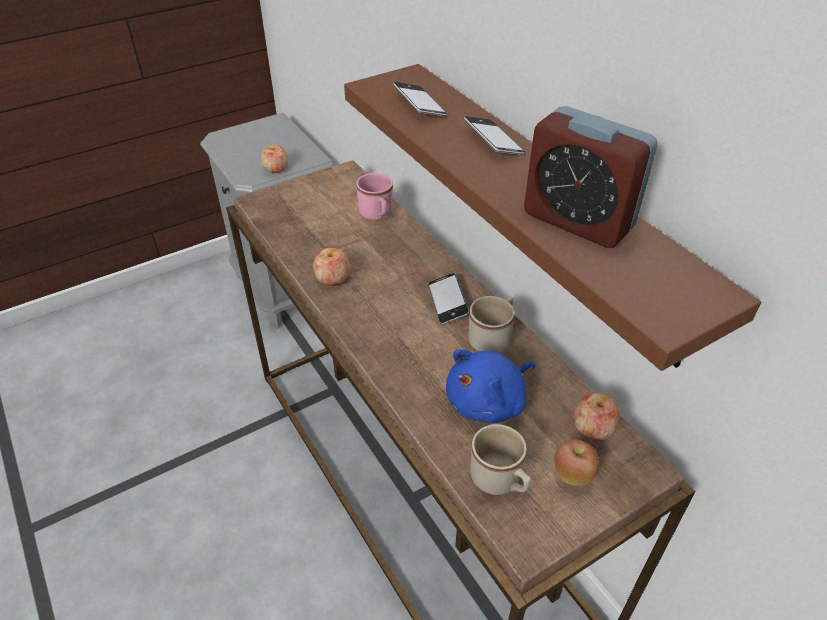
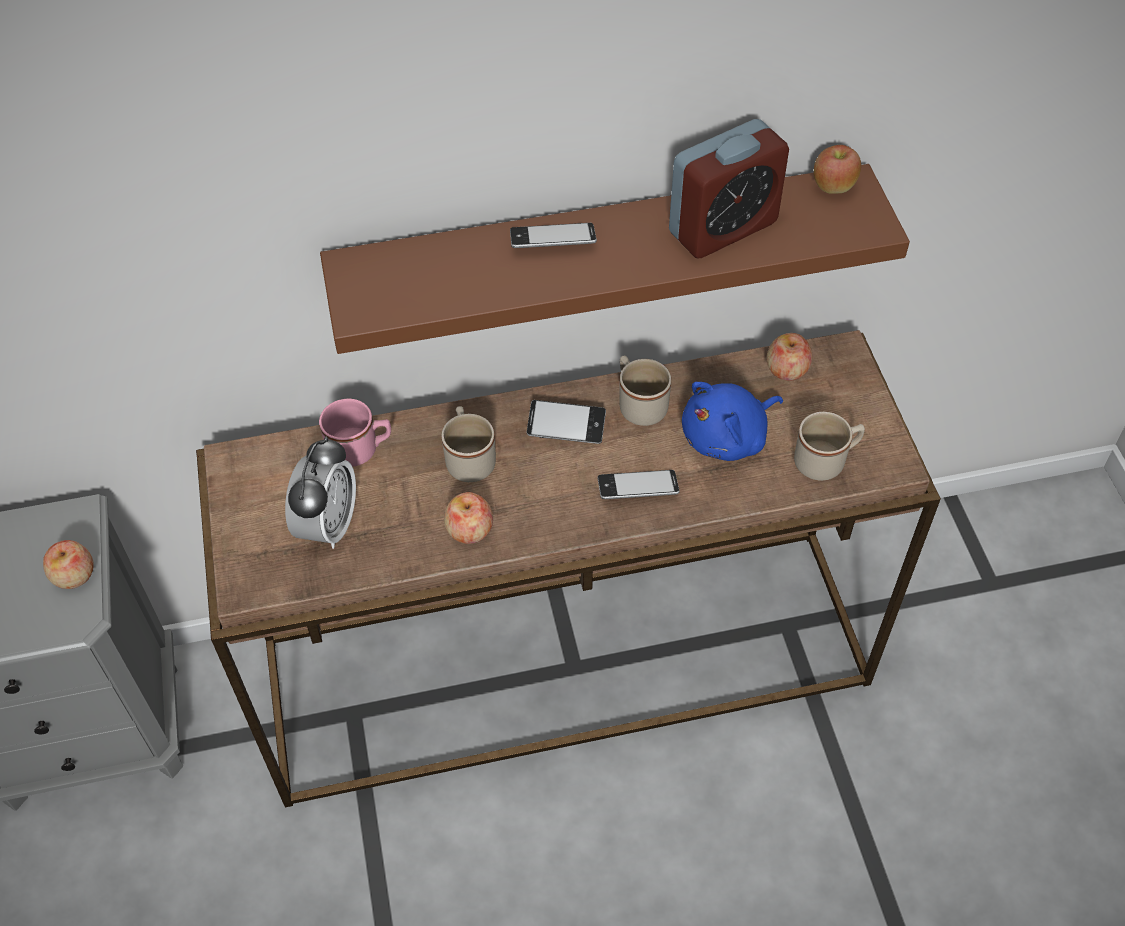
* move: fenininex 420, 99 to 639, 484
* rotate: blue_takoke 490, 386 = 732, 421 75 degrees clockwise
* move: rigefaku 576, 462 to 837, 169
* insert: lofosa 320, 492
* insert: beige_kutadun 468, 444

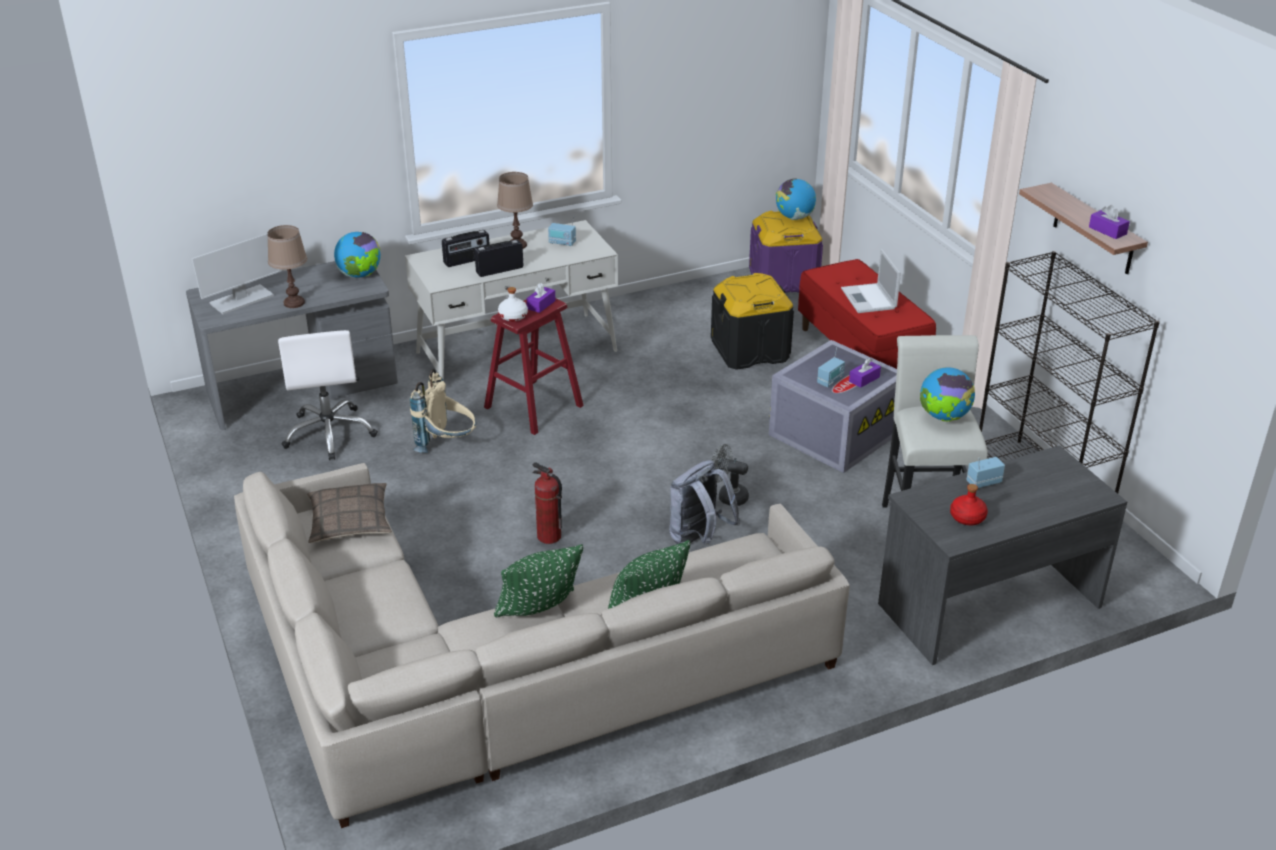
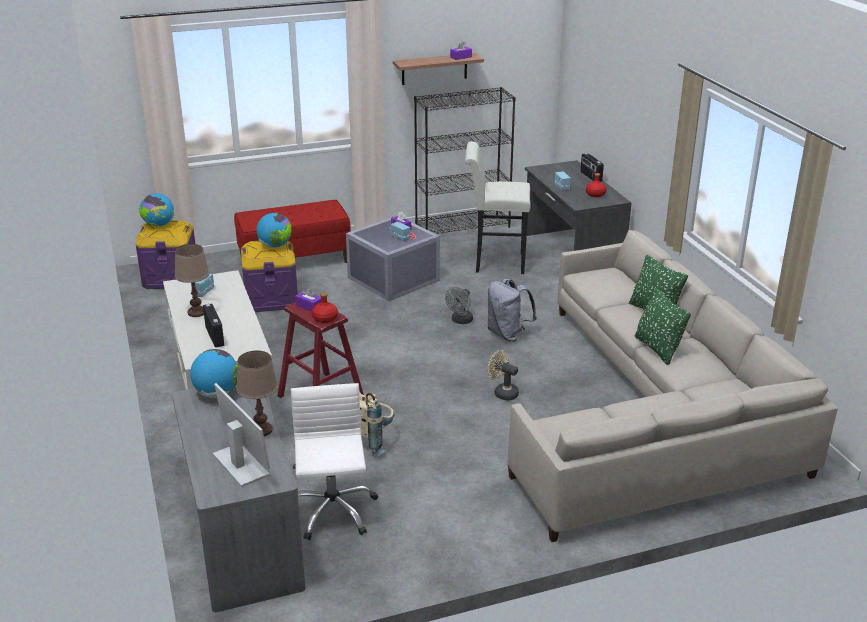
* rotate: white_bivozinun 328, 395 = 334, 461 90 degrees counterclockwise
* delete: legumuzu 349, 513
* move: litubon 498, 258 to 592, 167
* recolor: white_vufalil 513, 304 to red_vufalil 325, 308
* replace: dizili 547, 503 to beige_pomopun 503, 375
* recolor: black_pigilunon 752, 321 to purple_pigilunon 269, 276
* delete: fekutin 871, 281
* move: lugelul 947, 394 to 274, 230

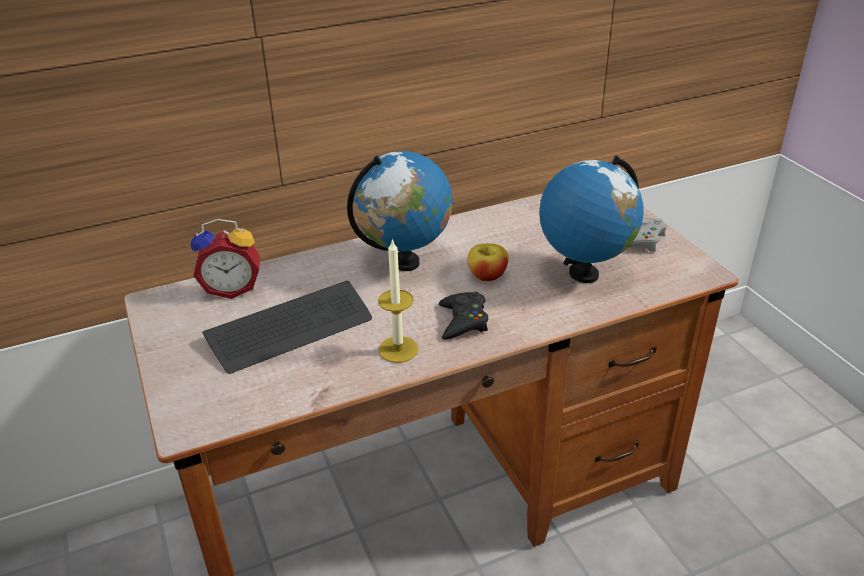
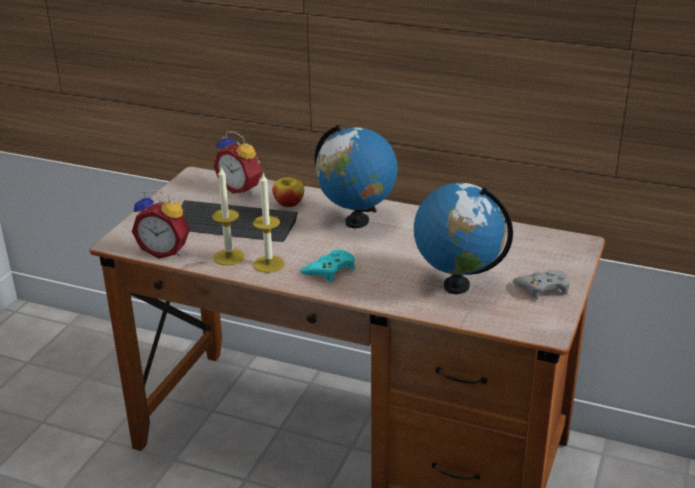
* recolor: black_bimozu 463, 315 to turquoise_bimozu 327, 266
* move: rigefaku 488, 262 to 288, 192
* insert: lofosa 161, 224
* insert: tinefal 228, 216

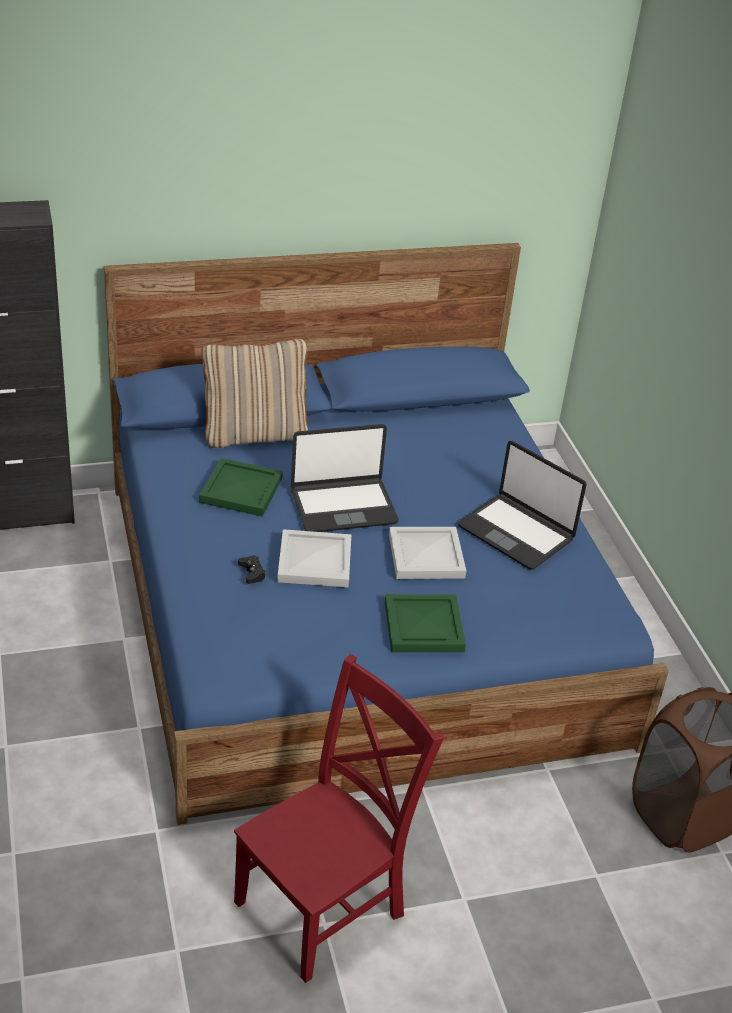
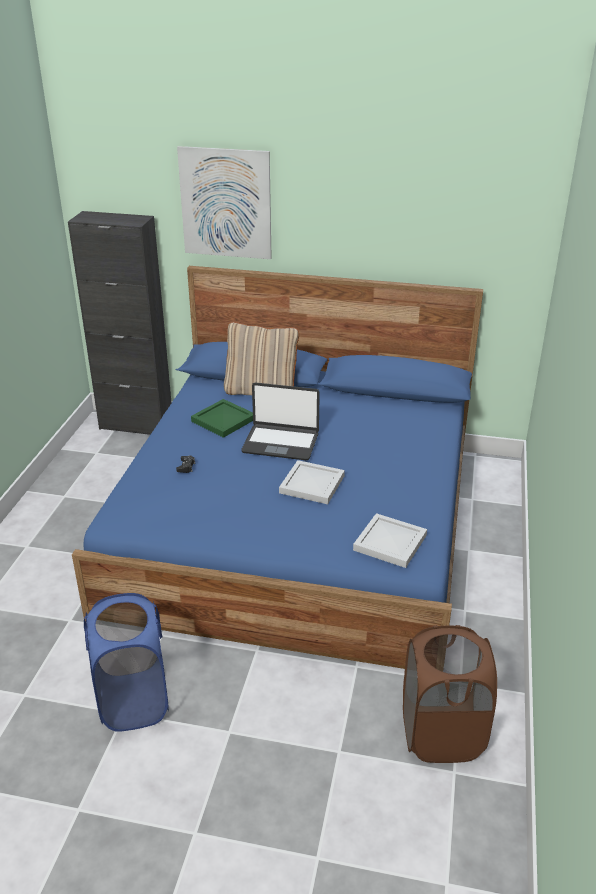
* replace: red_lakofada 339, 818 to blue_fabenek 126, 662
* move: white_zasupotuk 314, 558 to 390, 540
* delete: green_zasupotuk 425, 623
* delete: fekutin 522, 505
* insert: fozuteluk 224, 202

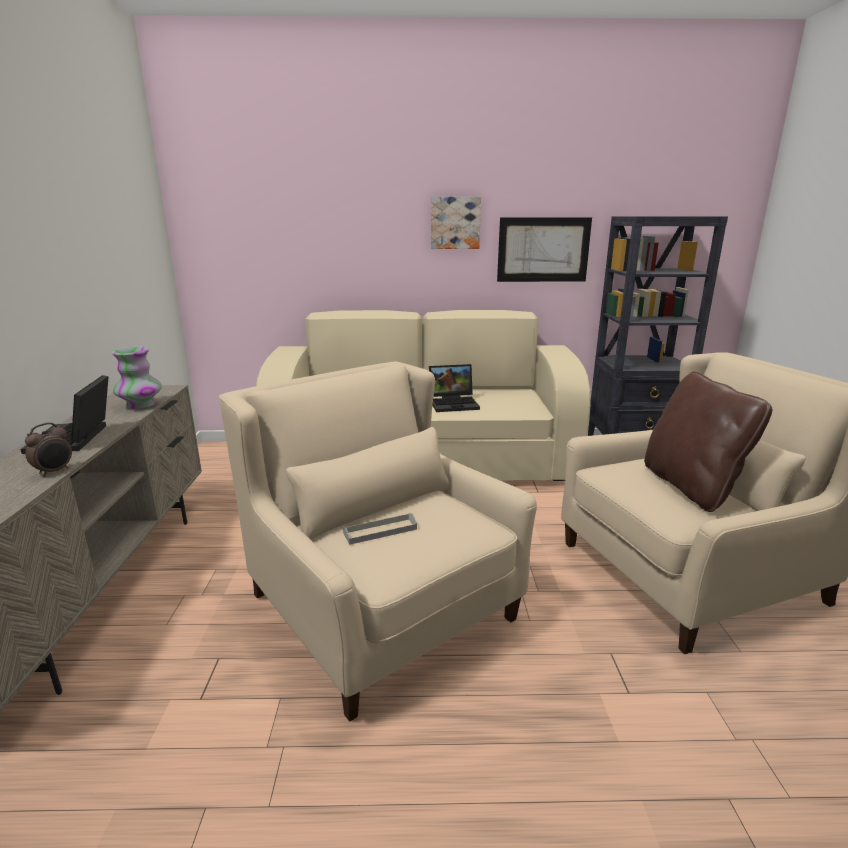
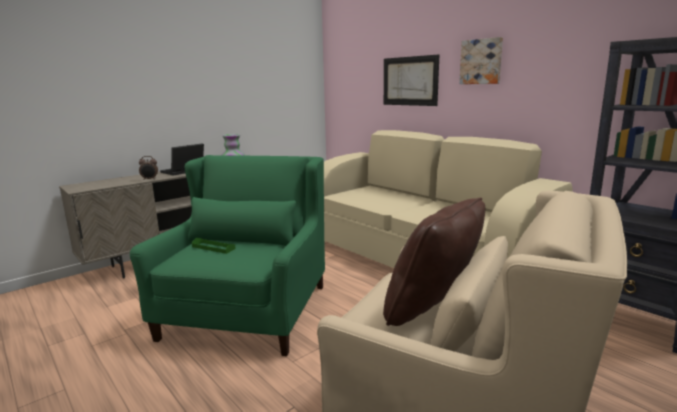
* recolor: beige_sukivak 378, 542 to green_sukivak 227, 255
* recolor: grey_zasupotuk 380, 529 to green_zasupotuk 214, 246
* delete: fekutin 454, 388
* move: fozuteluk 544, 249 to 411, 80

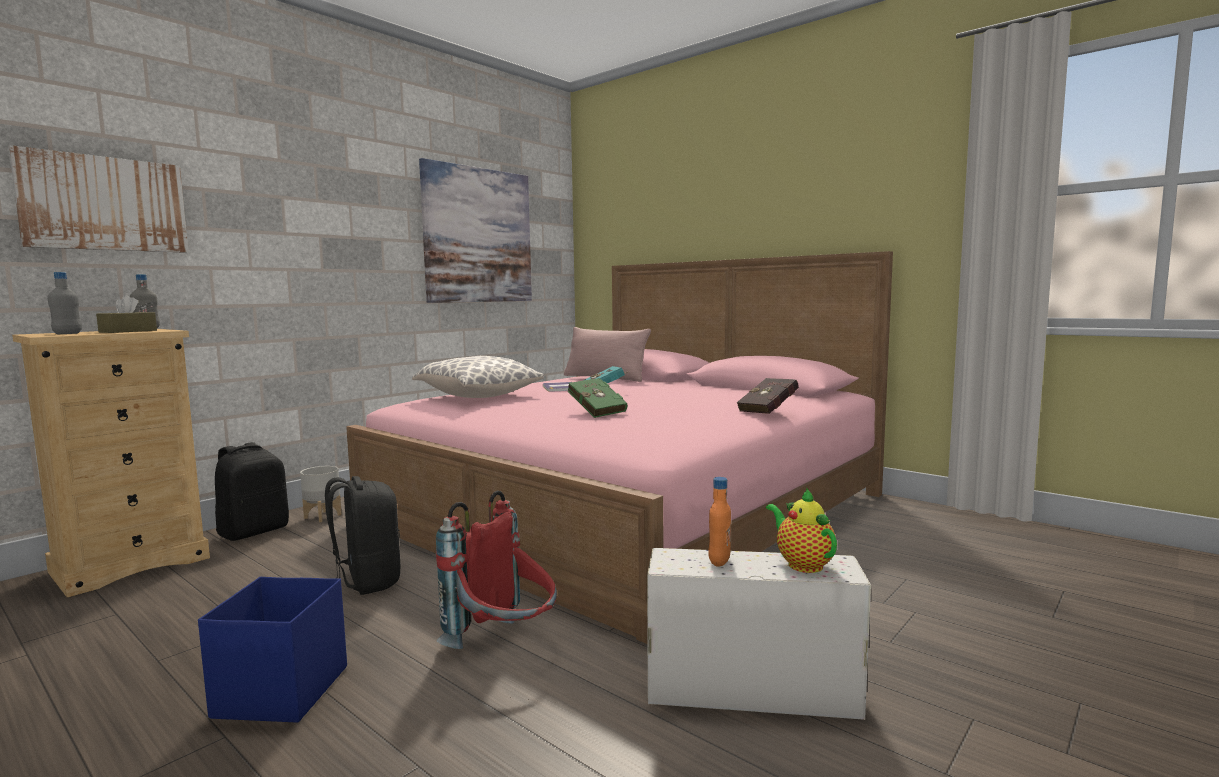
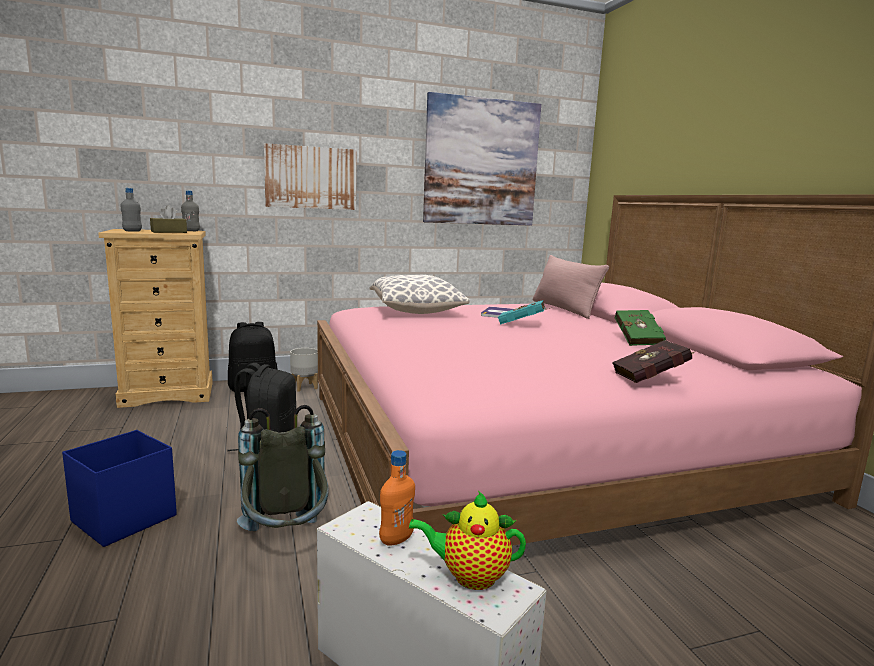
* move: fozuteluk 98, 199 to 310, 176
* recolor: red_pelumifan 496, 569 to grey_pelumifan 283, 468
* move: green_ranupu 598, 398 to 640, 328
* rotate: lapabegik 801, 530 = 467, 540 90 degrees counterclockwise

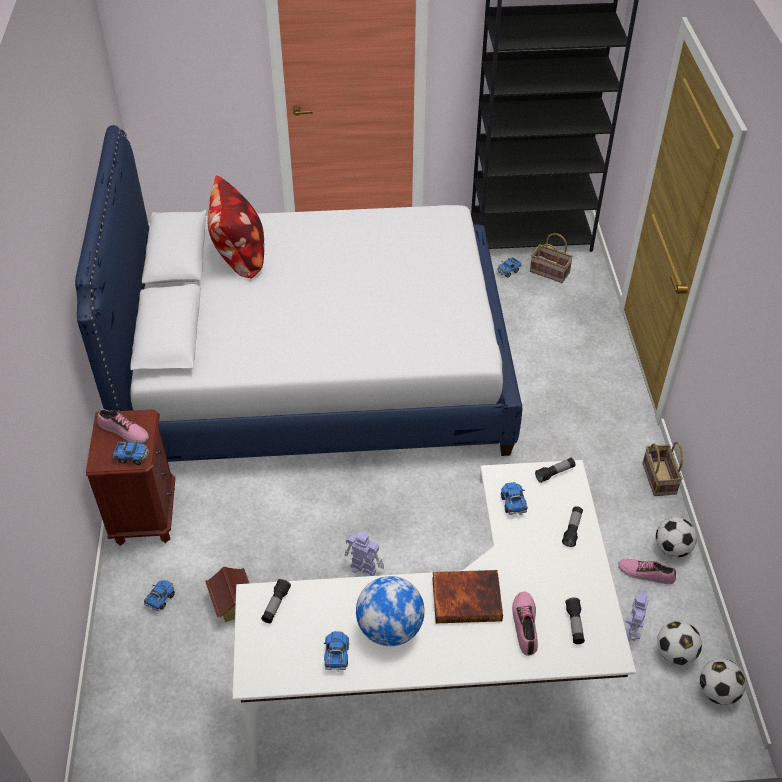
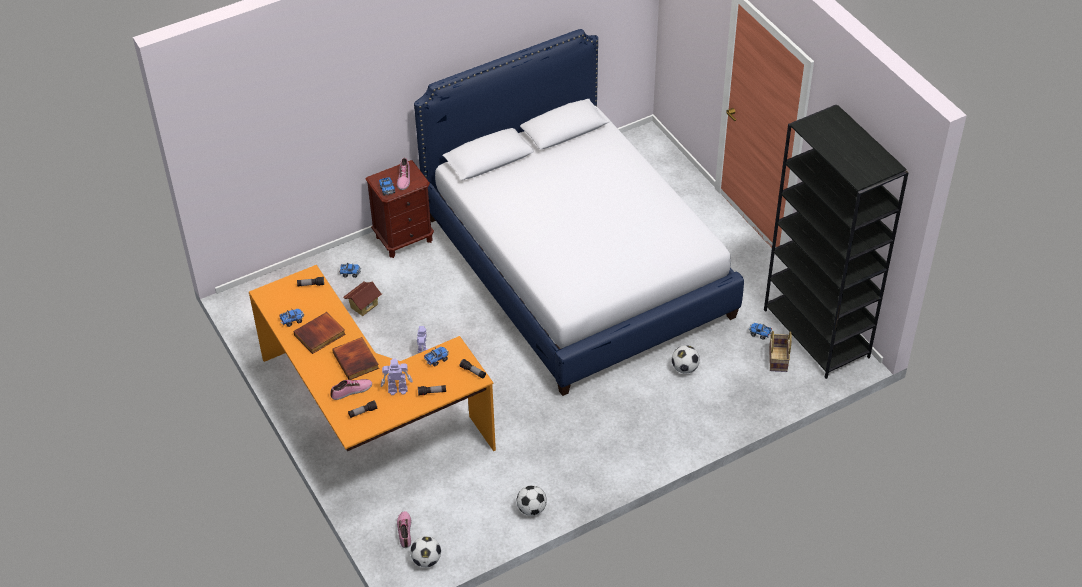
* delete: legumuzu 235, 227
* recolor: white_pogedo 434, 618 to orange_pogedo 372, 358
* replace: lugelul 390, 611 to ranupu 320, 333
* move: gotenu 647, 571 to 404, 529
* move: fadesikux 637, 616 to 397, 377
* delete: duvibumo 662, 469
* move: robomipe 679, 643 to 686, 359

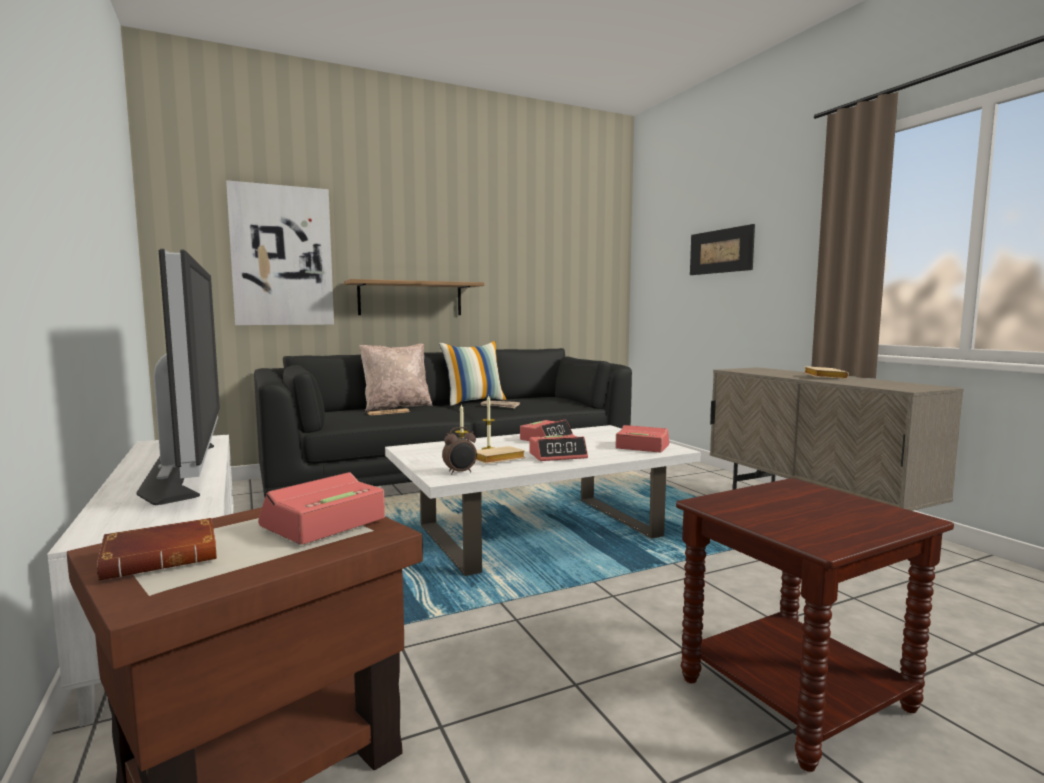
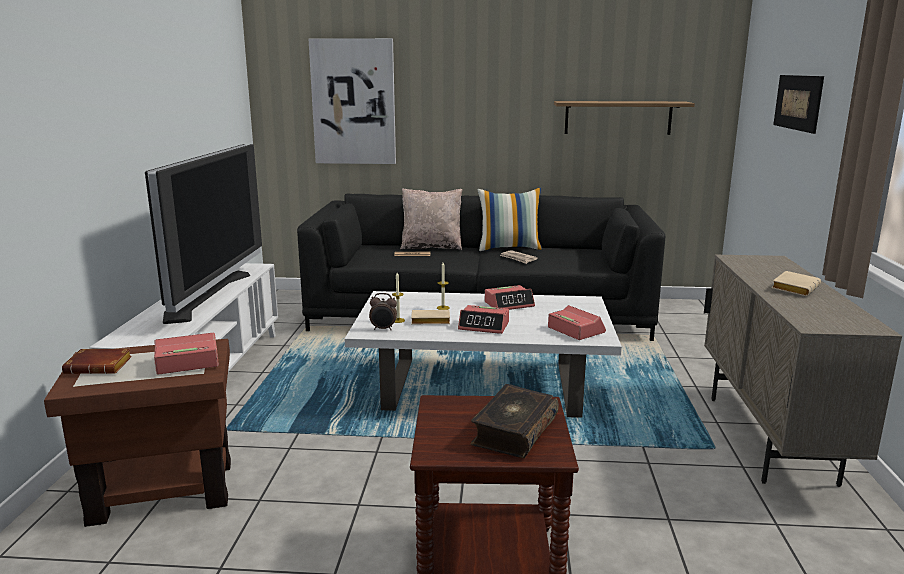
* move: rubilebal 414, 297 to 624, 118
* insert: ranupu 514, 421

